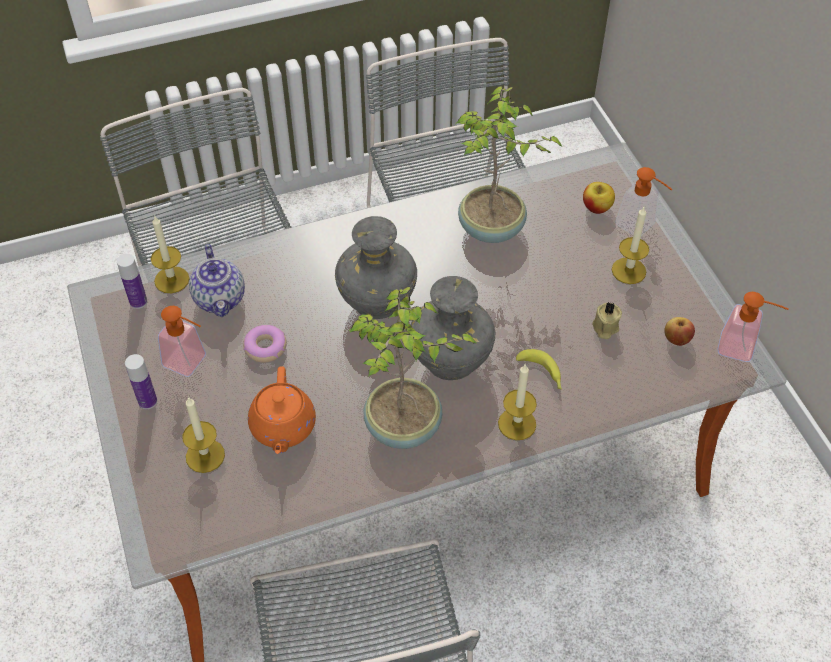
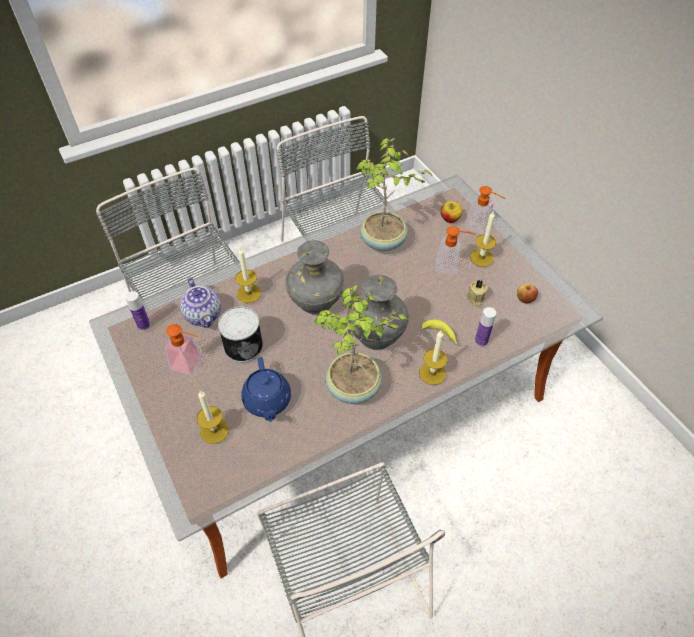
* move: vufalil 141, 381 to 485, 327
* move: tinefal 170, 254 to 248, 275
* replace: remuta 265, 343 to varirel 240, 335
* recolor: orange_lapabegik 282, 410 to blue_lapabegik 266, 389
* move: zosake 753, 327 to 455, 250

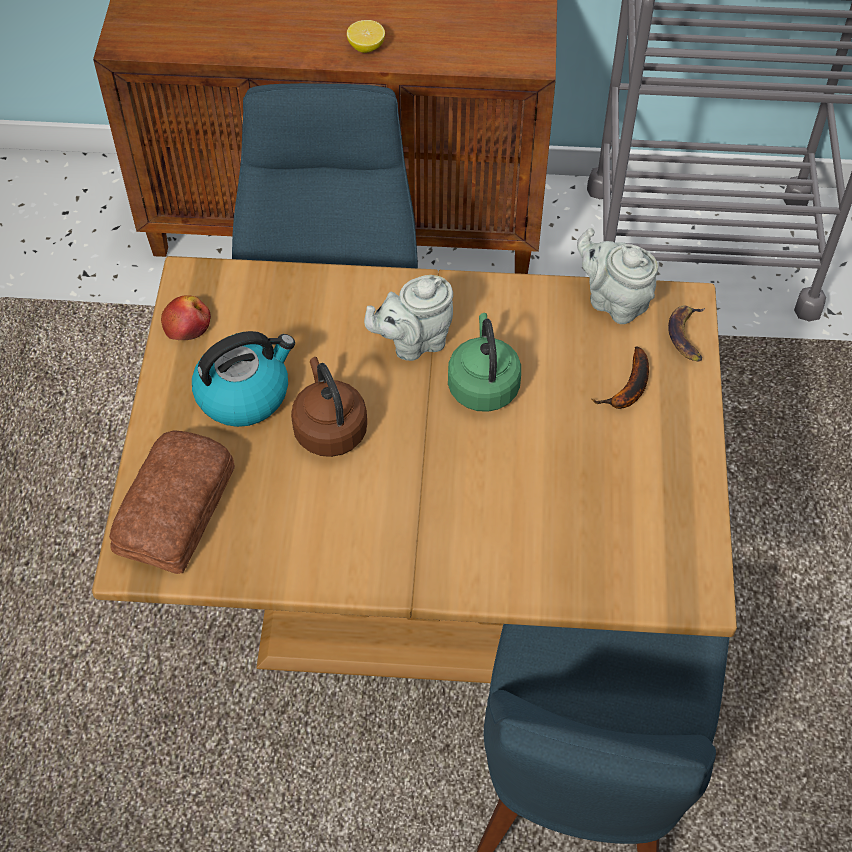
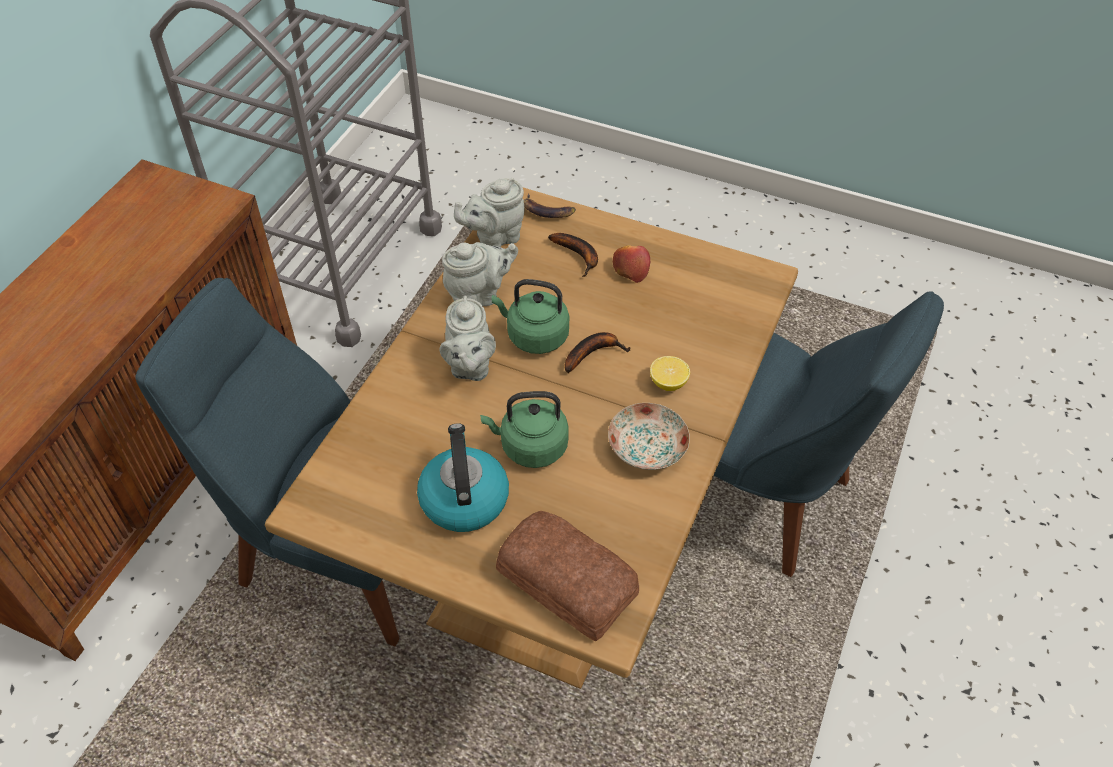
* move: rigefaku 186, 317 to 631, 264
* recolor: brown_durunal 329, 407 to green_durunal 524, 429
* move: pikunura 366, 36 to 670, 373
* insert: grey_lapabegik 480, 274
* insert: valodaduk 597, 352
* insert: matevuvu 649, 436

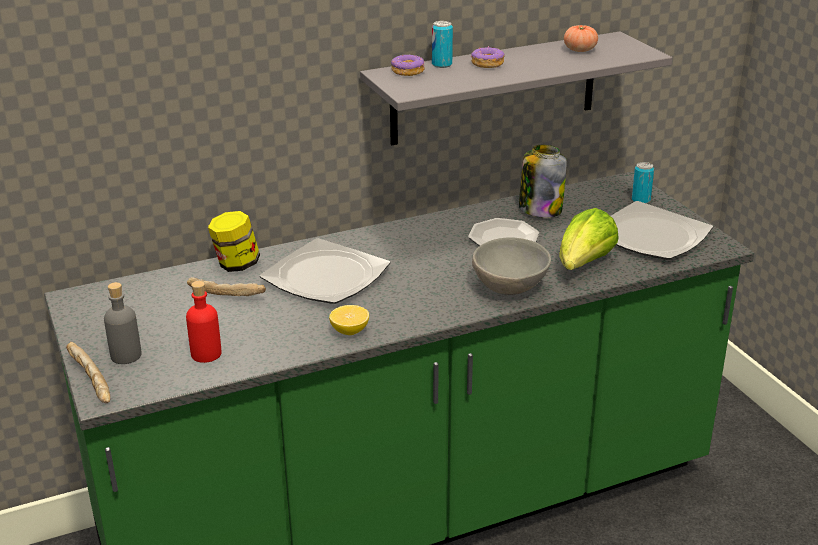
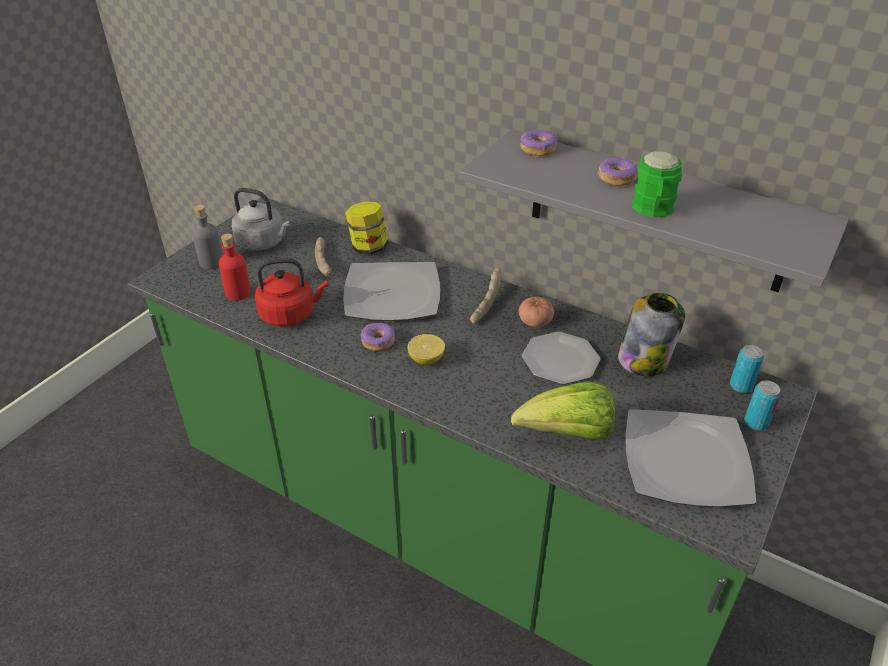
* move: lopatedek 88, 372 to 485, 296
* move: pikunura 349, 320 to 426, 349
* move: varirel 442, 44 to 747, 369
* delete: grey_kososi 511, 266
* move: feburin 581, 38 to 536, 312
* insert: grey_durunal 261, 219
* insert: red_durunal 291, 292
* insert: remuta 378, 336
* insert: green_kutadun 657, 184

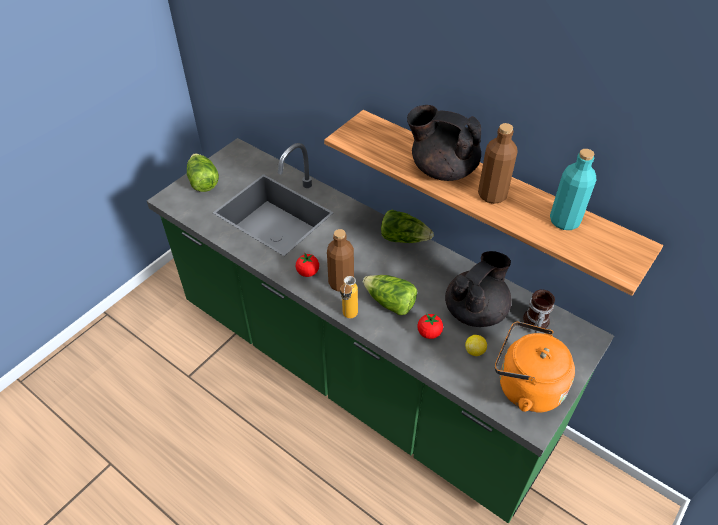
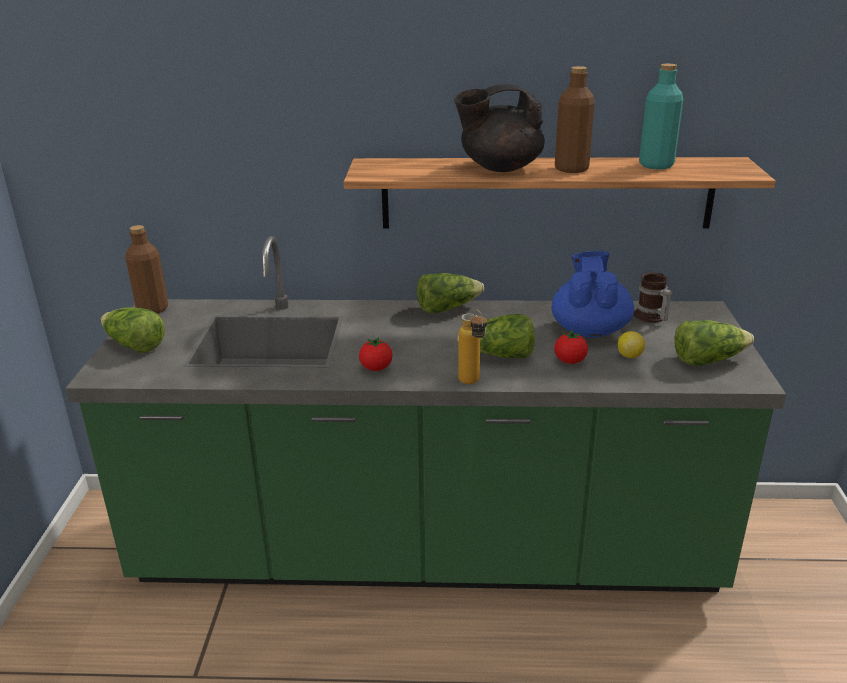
* move: brown_vufalil 340, 260 to 146, 269
* recolor: black_lapabegik 478, 289 to blue_lapabegik 593, 294
* replace: orange_durunal 535, 367 to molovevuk 714, 343

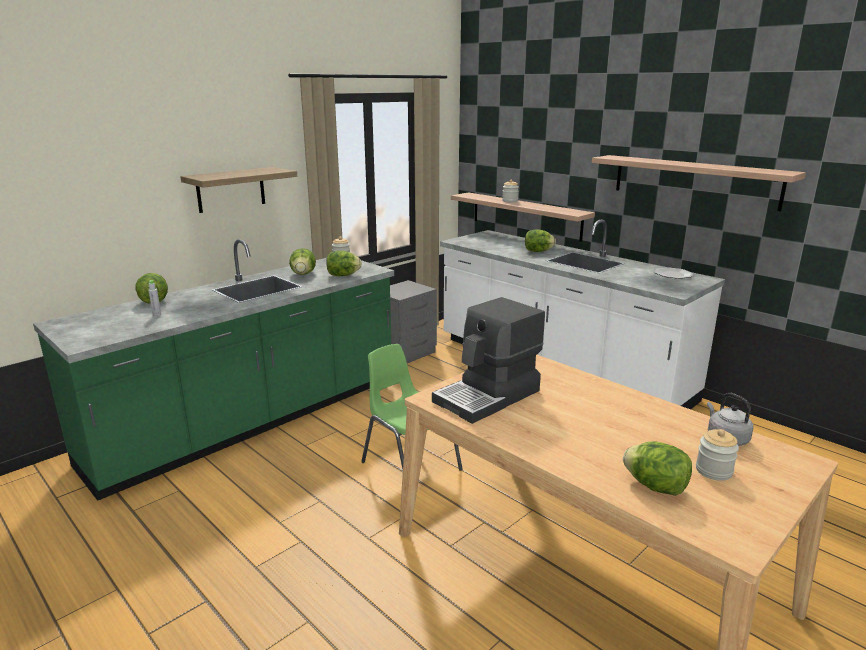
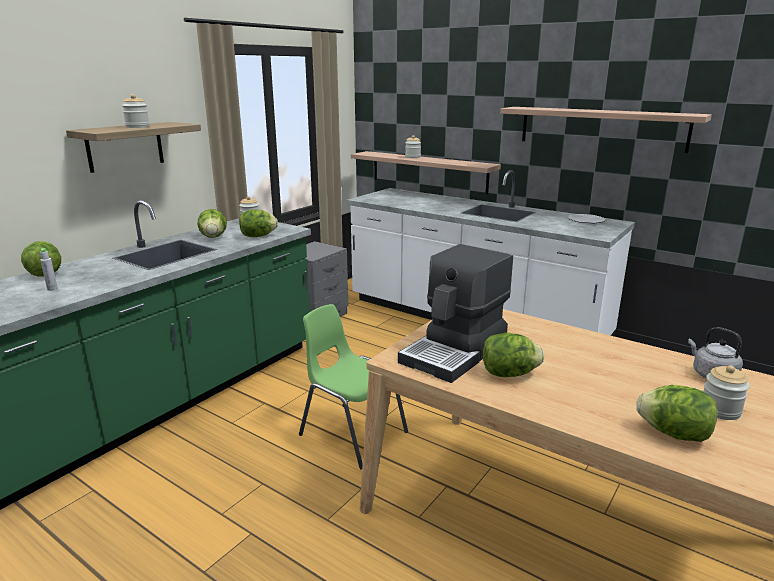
* move: molovevuk 540, 240 to 513, 354
* insert: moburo 136, 111

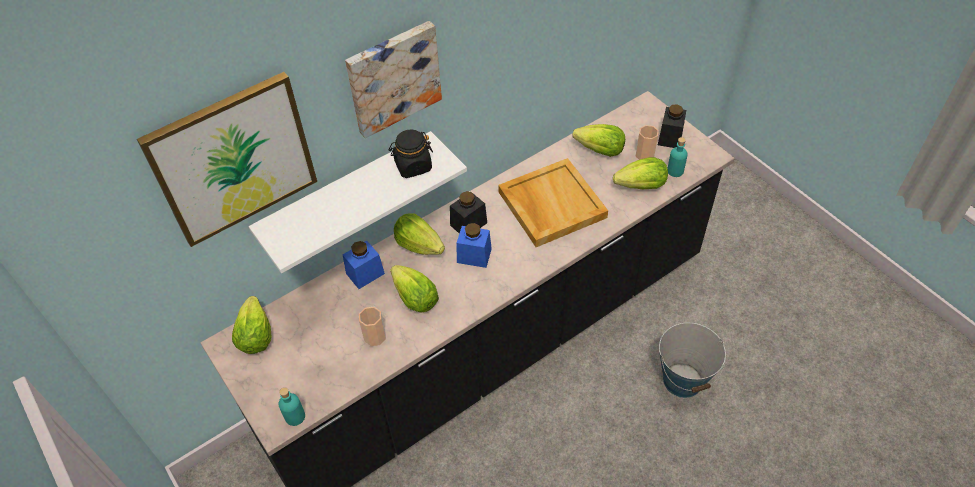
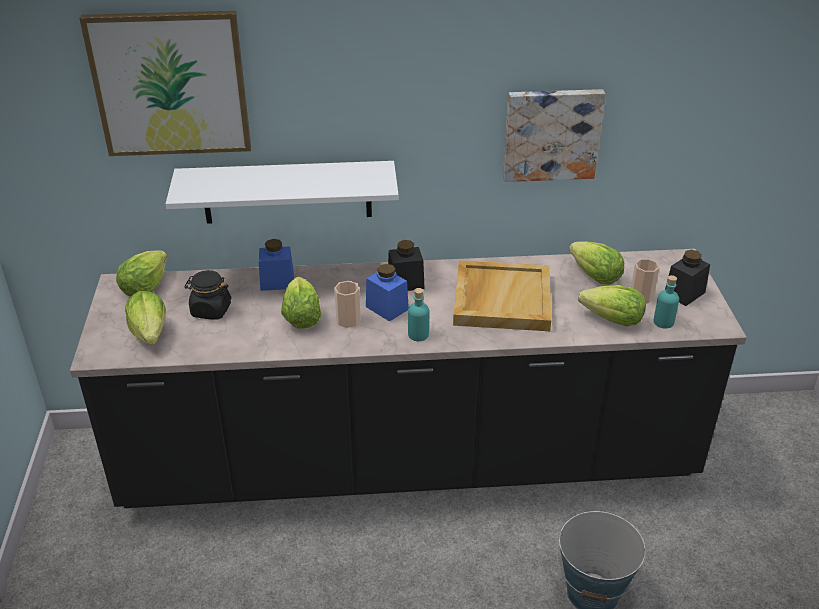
* move: turquoise_vufalil 291, 406 to 418, 314
* move: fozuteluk 393, 79 to 554, 135
* move: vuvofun 372, 326 to 347, 304
* move: black_moburo 411, 153 to 208, 295
* move: molovevuk 419, 234 to 145, 318

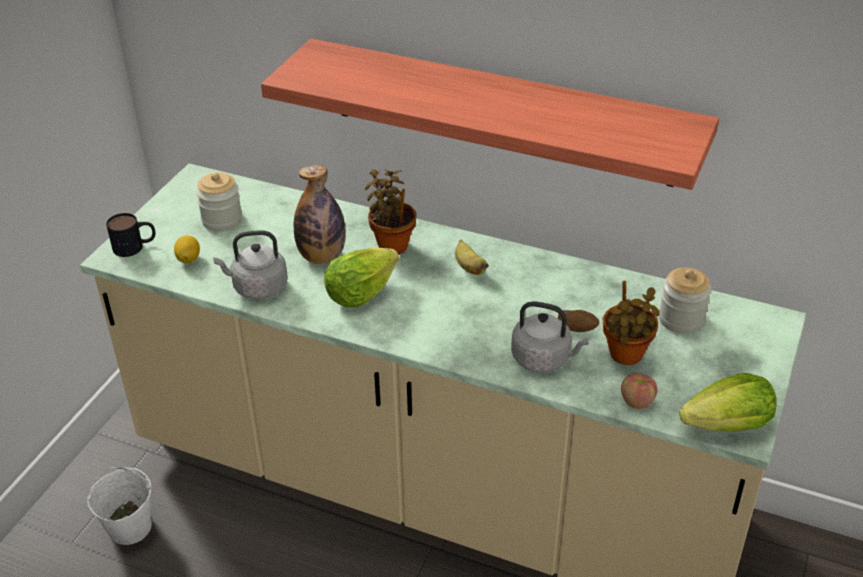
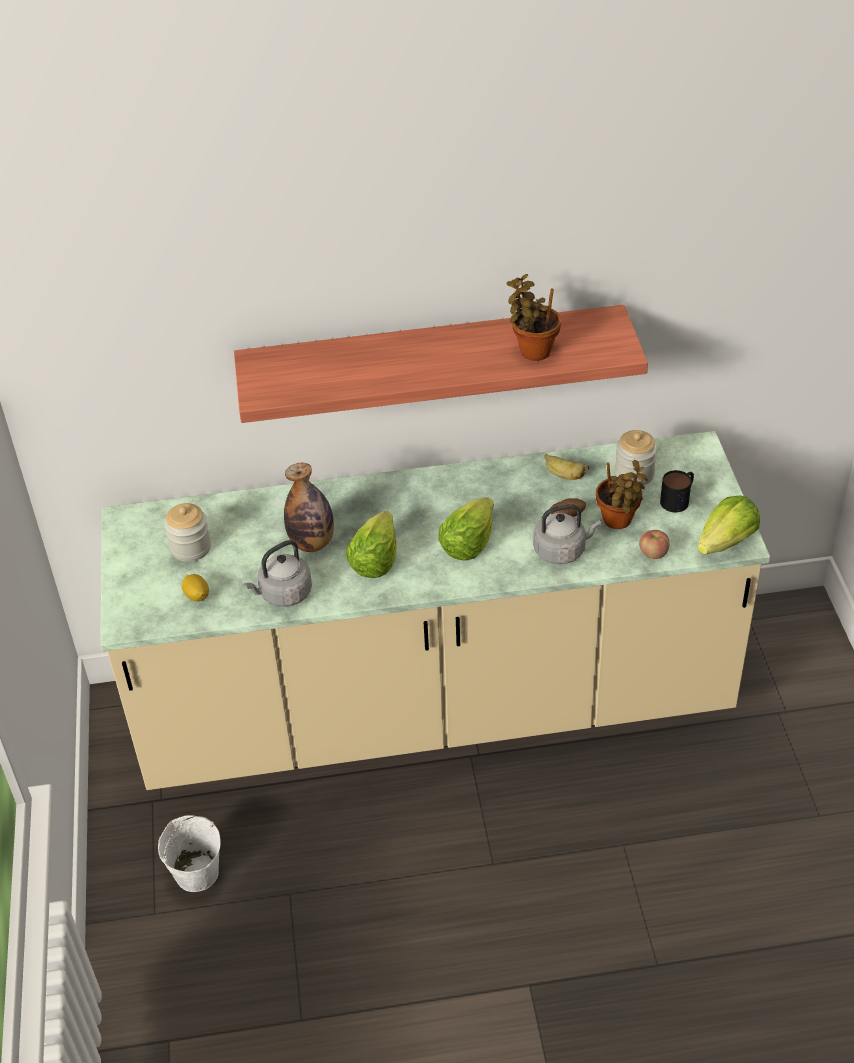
* move: kutadun 130, 235 to 677, 491
* move: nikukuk 390, 211 to 533, 317
* move: valodaduk 472, 257 to 567, 467
* insert: molovevuk 466, 529

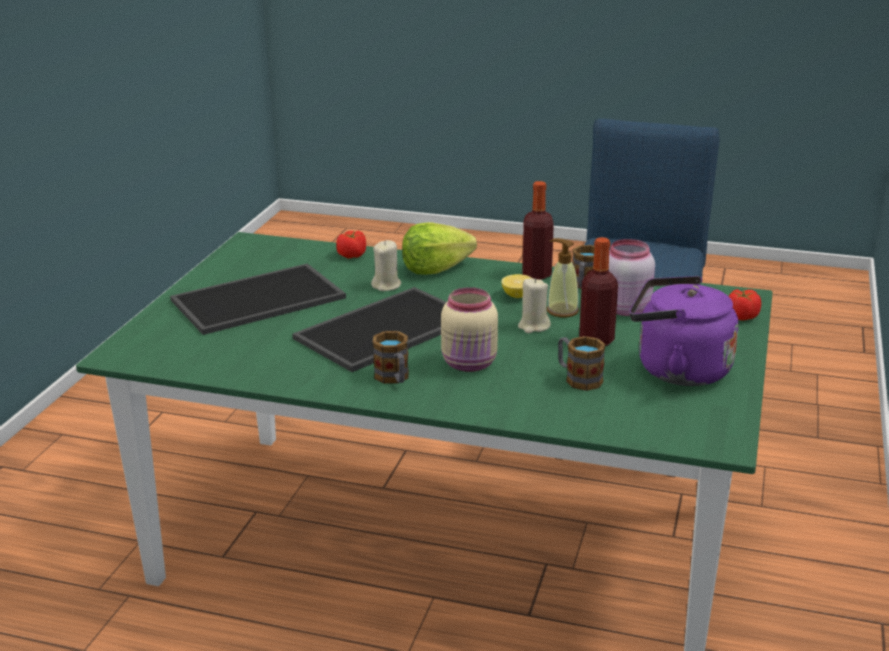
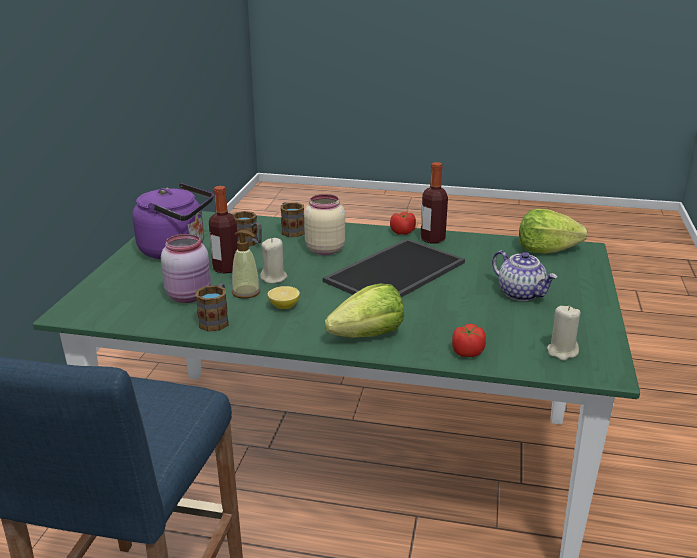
* replace: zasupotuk 258, 299 to lapabegik 524, 275
* move: beige_tinefal 386, 265 to 564, 333
* move: kutadun 391, 357 to 293, 219
* move: vufalil 538, 230 to 434, 202
* move: feburin 745, 305 to 403, 223
* insert: molovevuk 553, 231

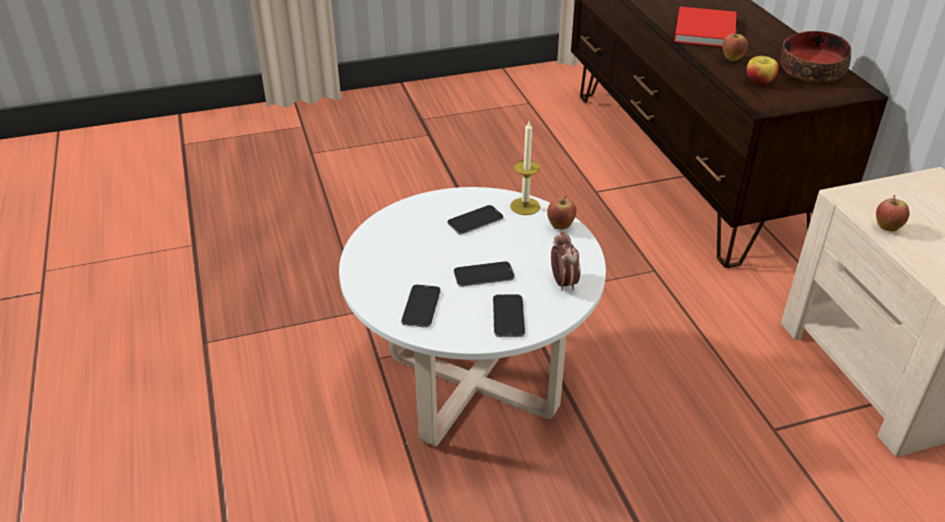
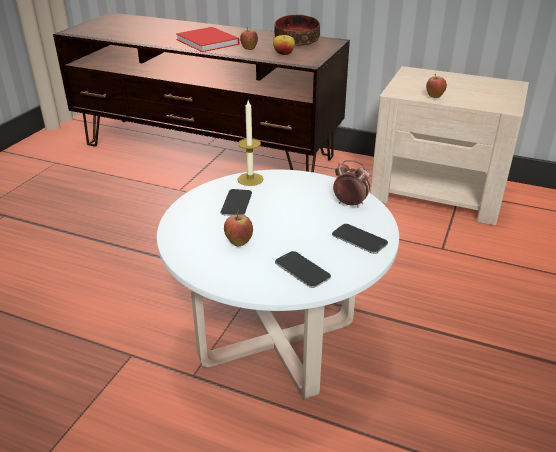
* delete: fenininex 484, 274
* move: rigefaku 561, 213 to 238, 229

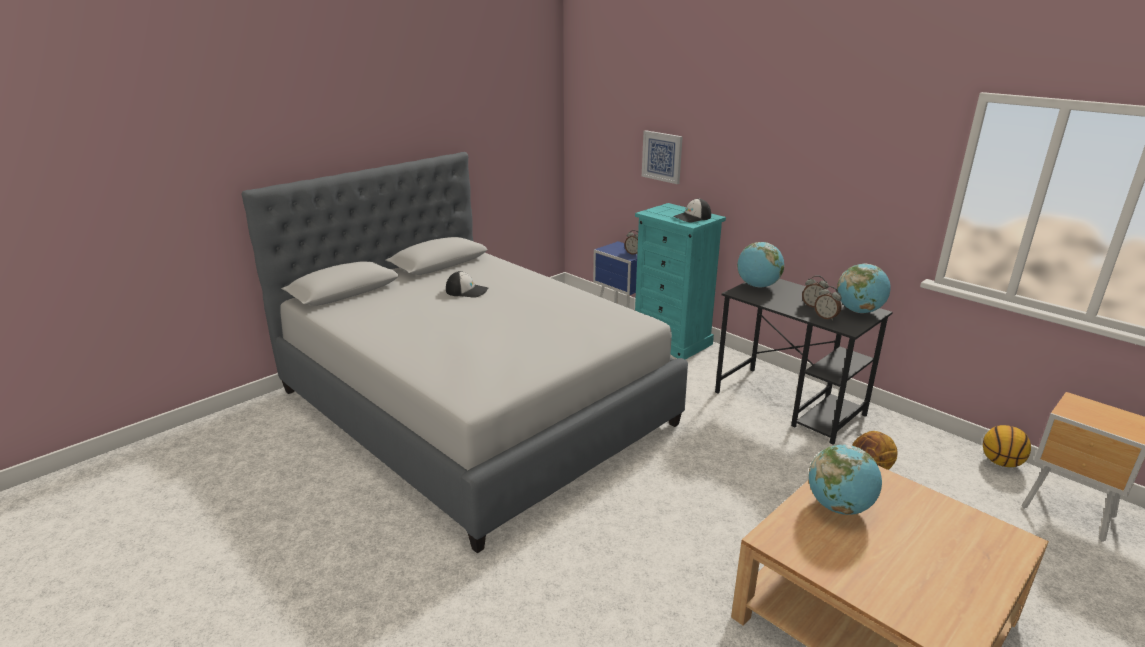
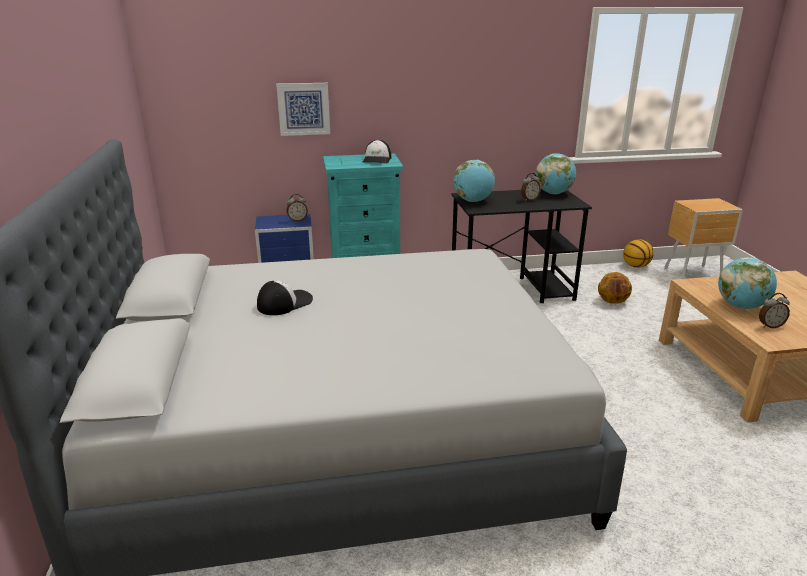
* move: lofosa 828, 303 to 774, 310

